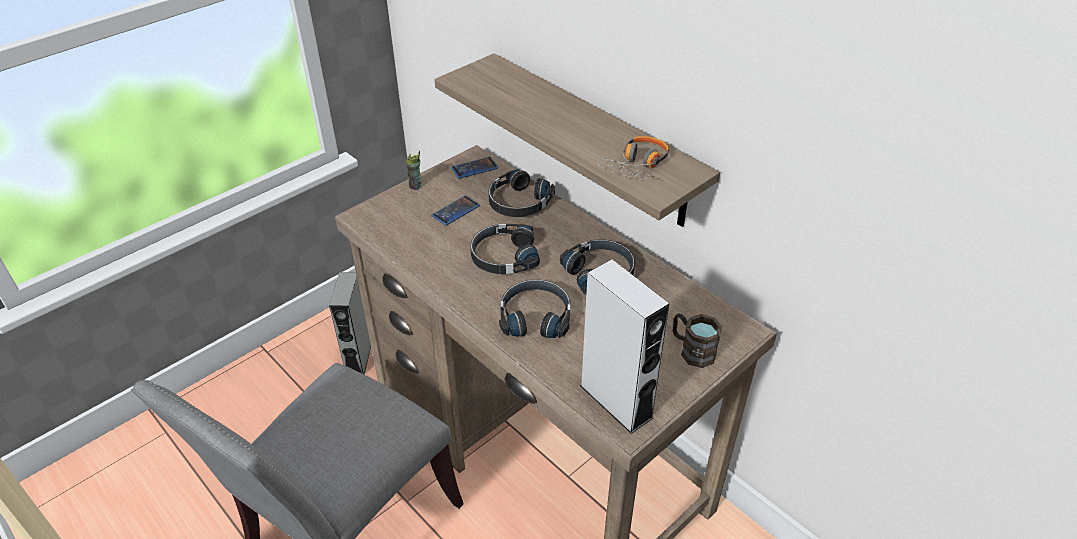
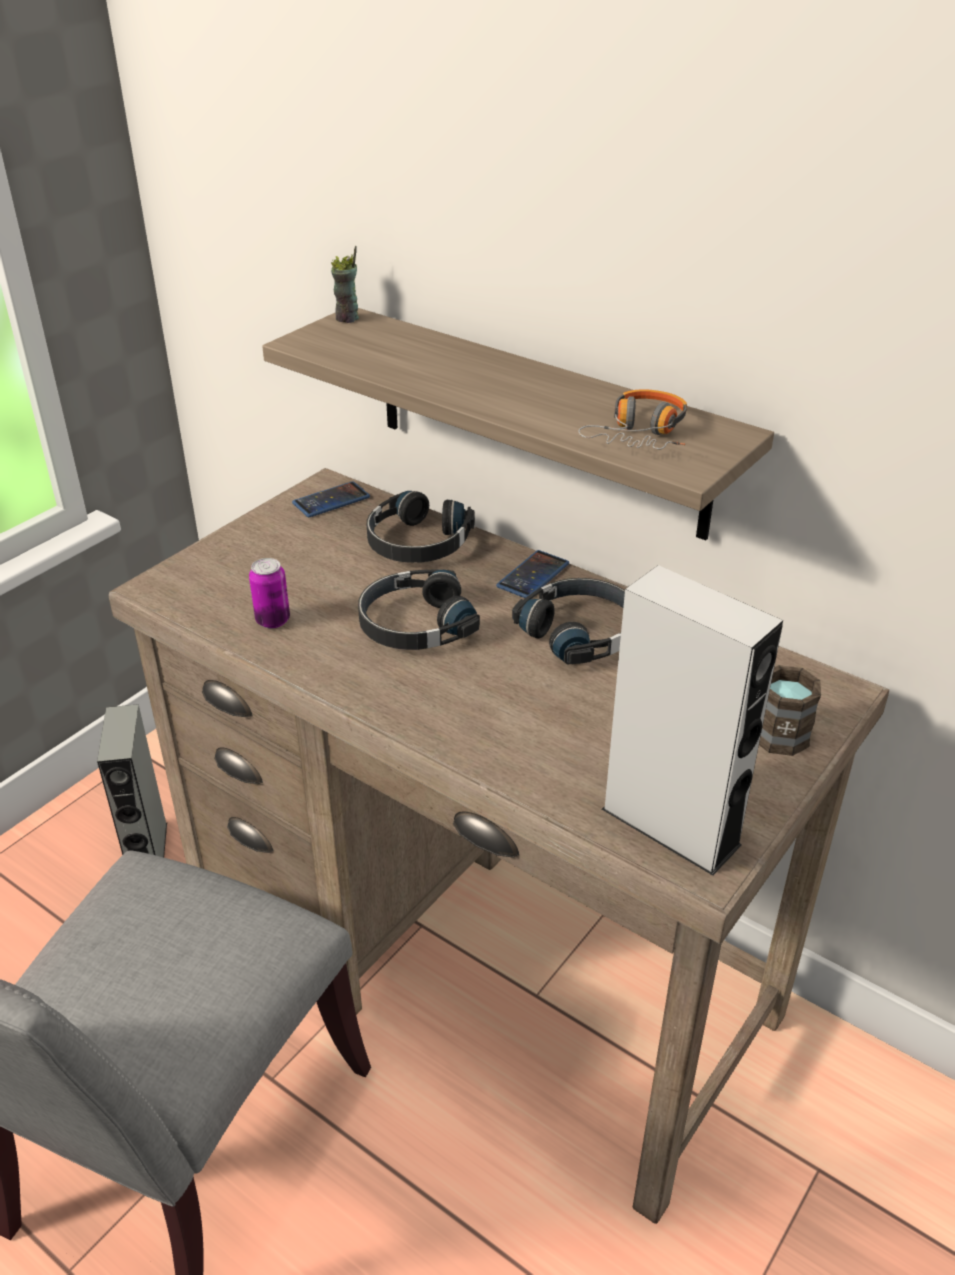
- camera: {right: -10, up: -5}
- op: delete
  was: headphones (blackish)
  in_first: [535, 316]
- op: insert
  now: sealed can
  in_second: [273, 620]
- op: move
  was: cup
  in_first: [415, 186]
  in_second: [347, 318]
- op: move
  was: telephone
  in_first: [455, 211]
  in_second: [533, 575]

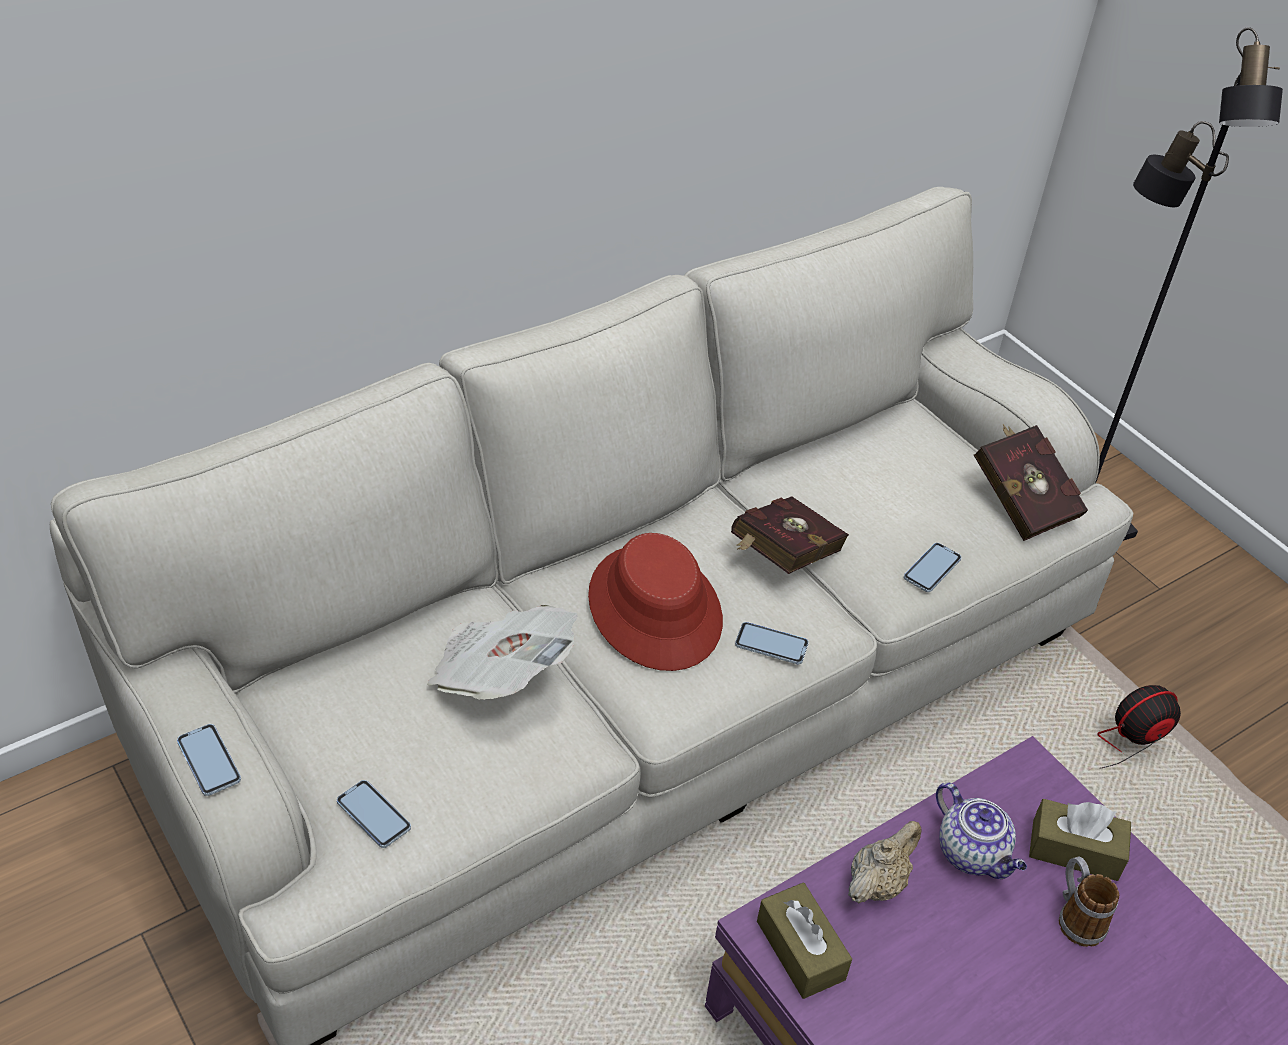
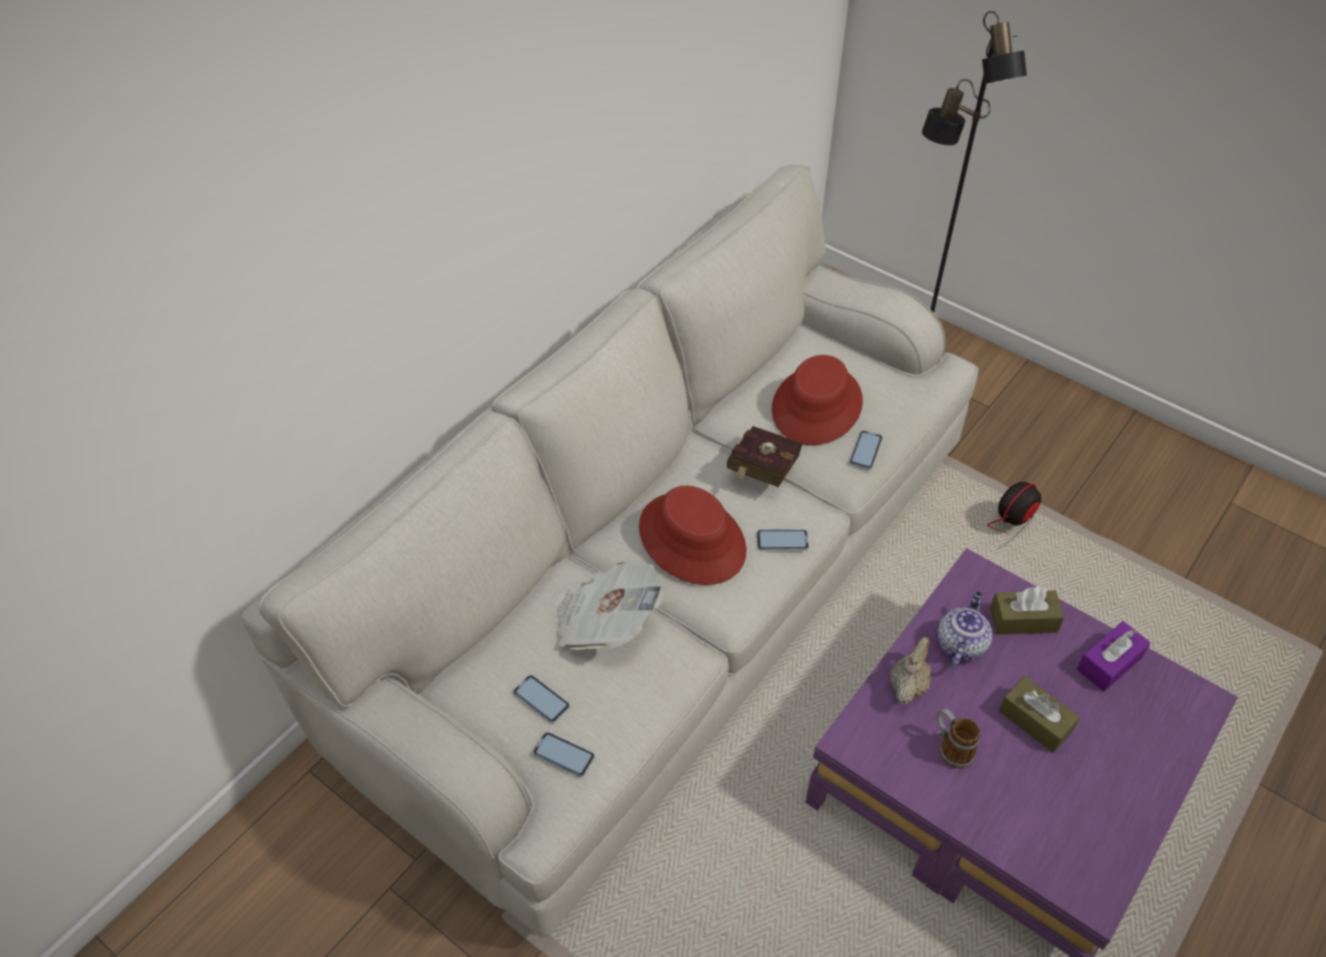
- camera: {right: -15, up: 5}
- op: delete
  was: bound book (reddish)
  in_first: [1021, 499]
- op: insert
  now: wearable hat (reddish)
  in_second: [817, 406]
- op: insert
  now: tissue holder (purplish)
  in_second: [1109, 663]
- op: move
  was: telephone
  in_first: [209, 761]
  in_second: [541, 699]
- op: move
  was: tissue holder (brown)
  in_first: [800, 950]
  in_second: [1035, 721]
- op: move
  was: coffee mug
  in_first: [1076, 917]
  in_second: [951, 748]
- op: rotate
  was: teapot
  in_first: [972, 853]
  in_second: [960, 644]
  clockwise: -105

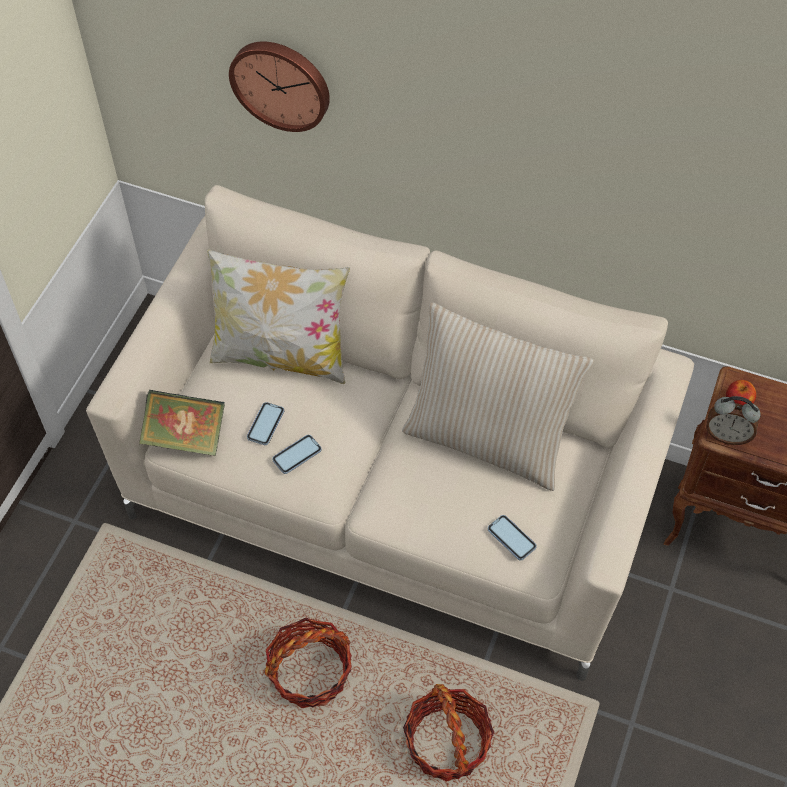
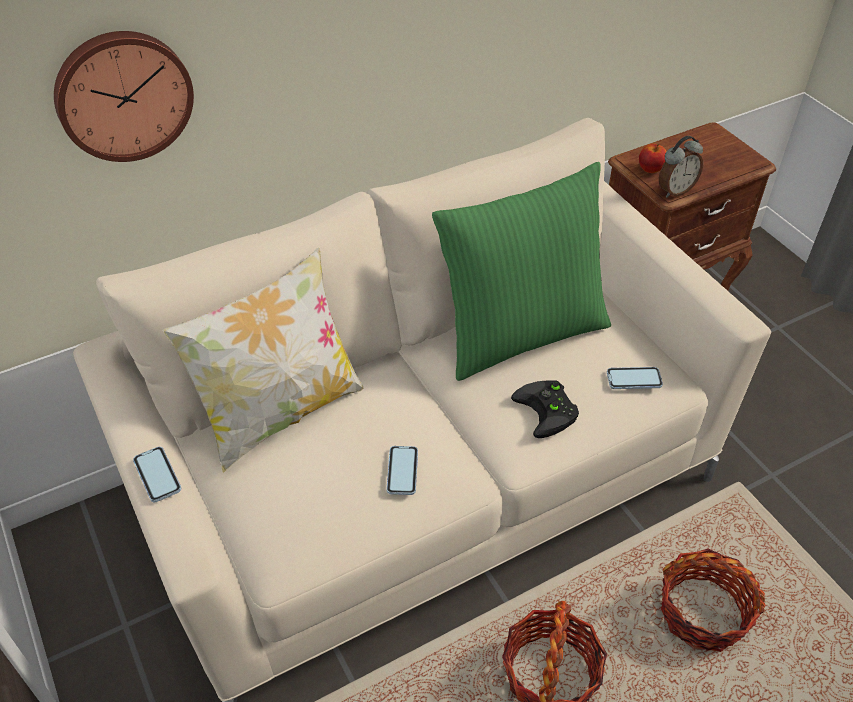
- camera: {right: -50, up: -10}
- op: delete
  was: bound book
  in_first: [185, 437]
- op: insert
  now: gamepad (blackish)
  in_second: [549, 411]
- op: move
  was: telephone
  in_first: [265, 424]
  in_second: [157, 475]
- op: recolor
  was: pillow (beige)
  now: pillow (green-coloured)
  in_first: [488, 439]
  in_second: [520, 333]

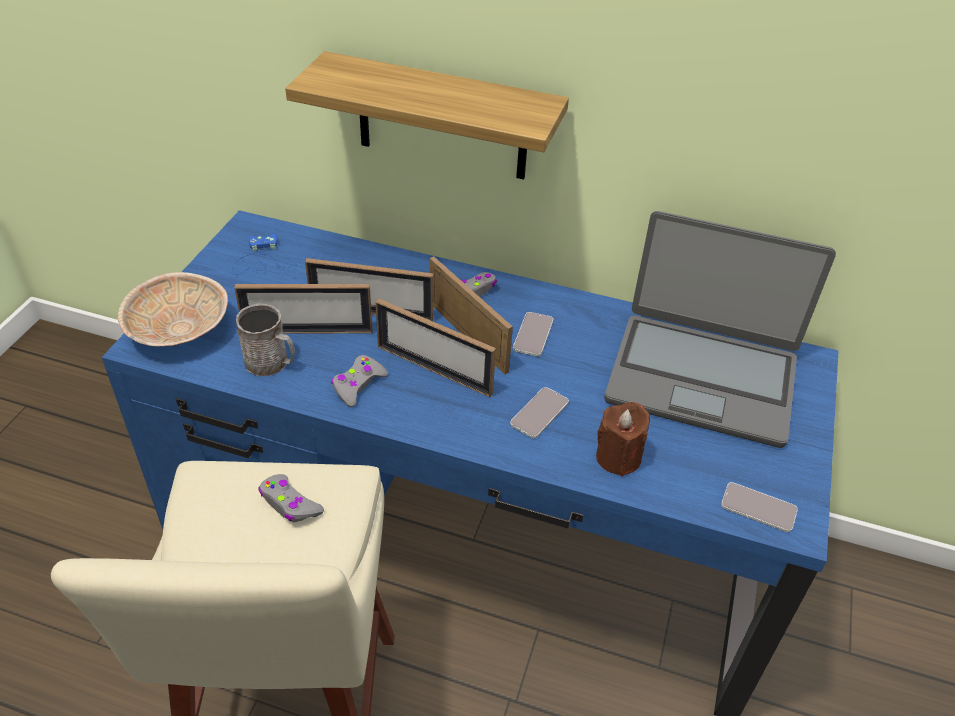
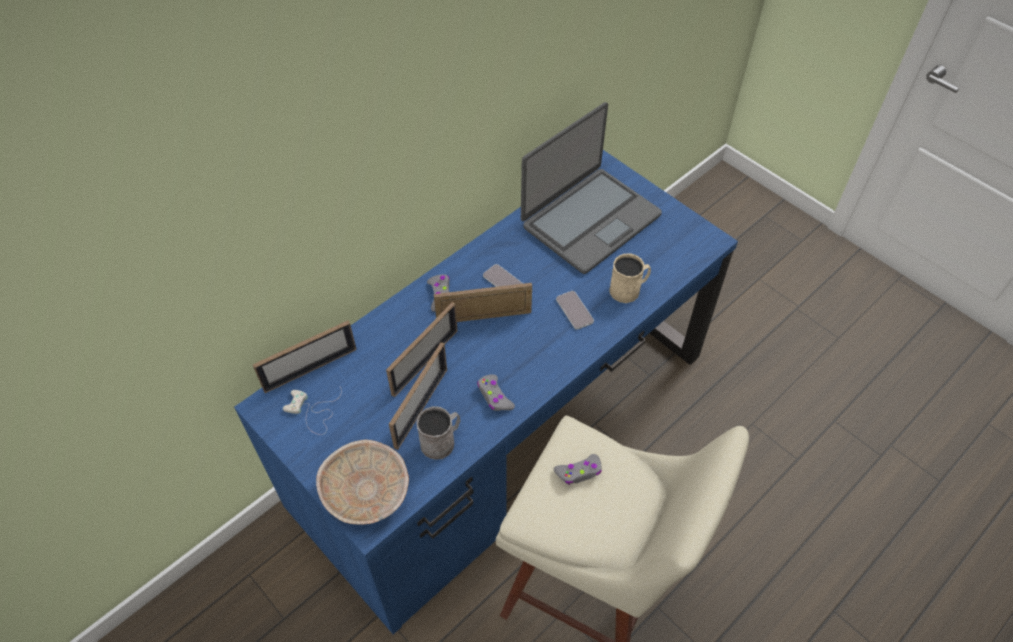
- camera: {right: -60, up: 10}
- op: delete
  was: shelf
  in_first: [442, 118]
- op: delete
  was: telephone
  in_first: [758, 508]
- op: move
  was: standing frame
  in_first: [434, 370]
  in_second: [310, 369]
- op: replace
  was: wax light (brown)
  now: coffee mug (beige)
  in_first: [618, 457]
  in_second: [628, 290]
- op: recolor
  was: gamepad (blue-coloured)
  now: gamepad (white)
  in_first: [260, 259]
  in_second: [313, 411]

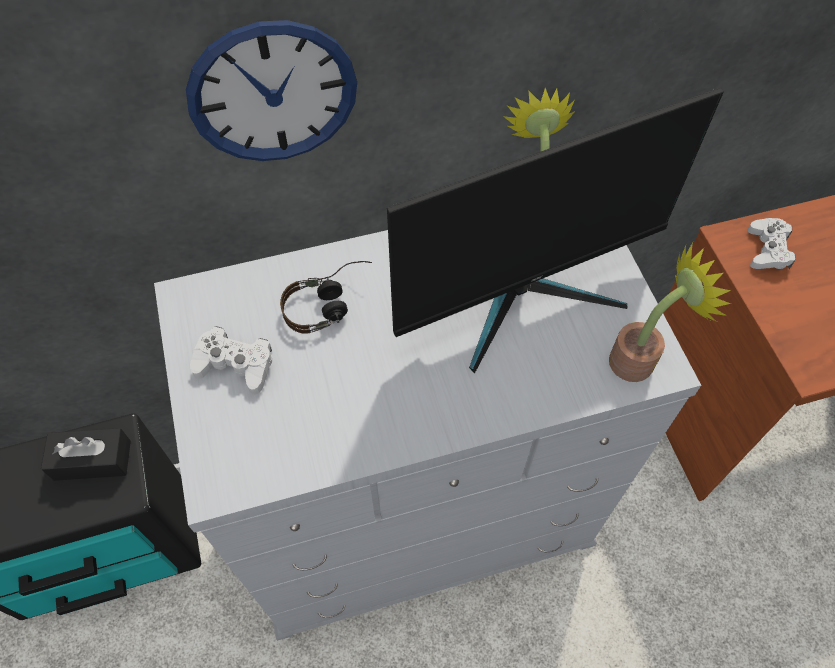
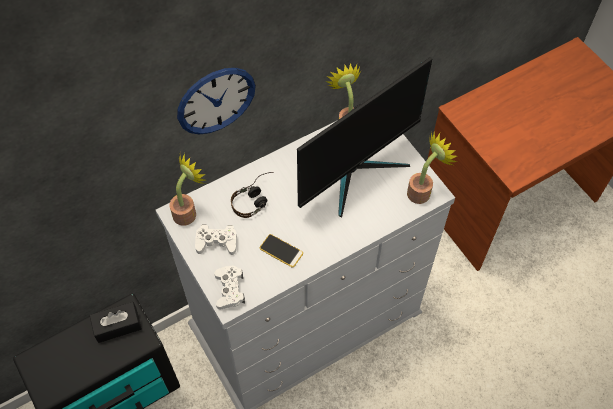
- camera: {right: -15, up: 0}
- op: insert
  now: houseplant
  in_second: [188, 211]
- op: insert
  now: telephone
  in_second: [281, 251]
- op: move
  was: gamepad (white)
  in_first: [767, 249]
  in_second: [229, 290]

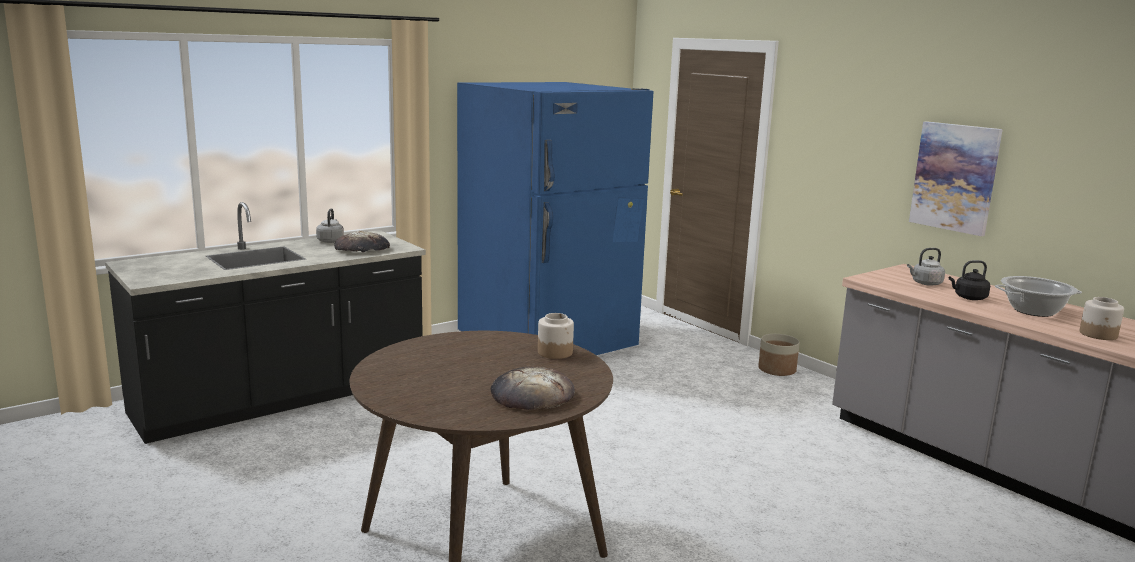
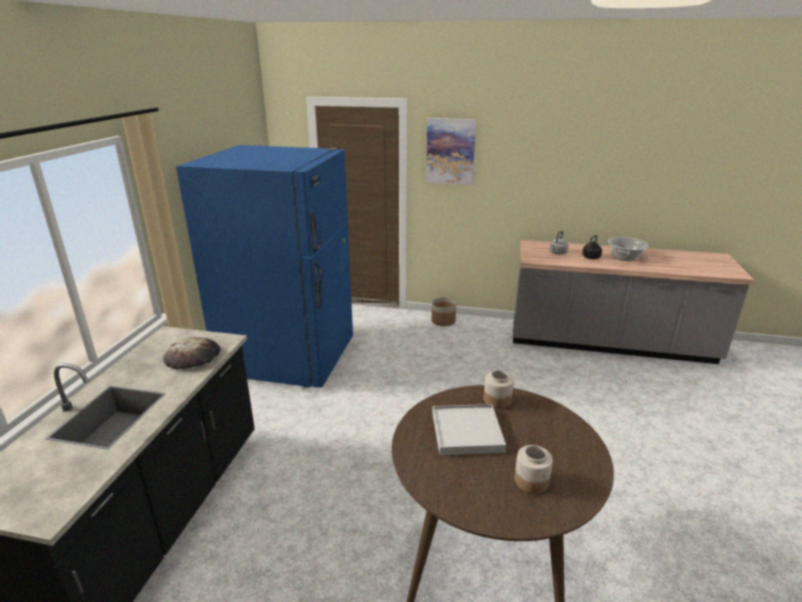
- camera: {right: -40, up: 10}
- op: delete
  was: tea kettle (grey)
  in_first: [330, 241]
- op: delete
  was: bakery bread
  in_first: [532, 395]
- op: insert
  now: carrying tray (white)
  in_second: [466, 432]
- op: move
  was: picture
  in_first: [955, 177]
  in_second: [450, 151]
- op: move
  was: jar
  in_first: [1098, 335]
  in_second: [532, 481]

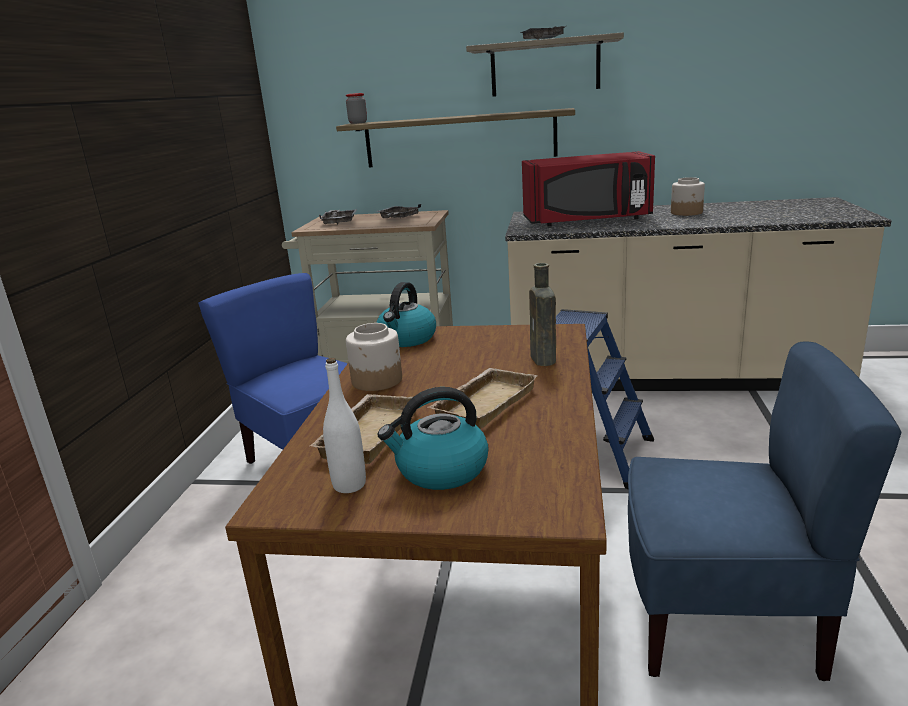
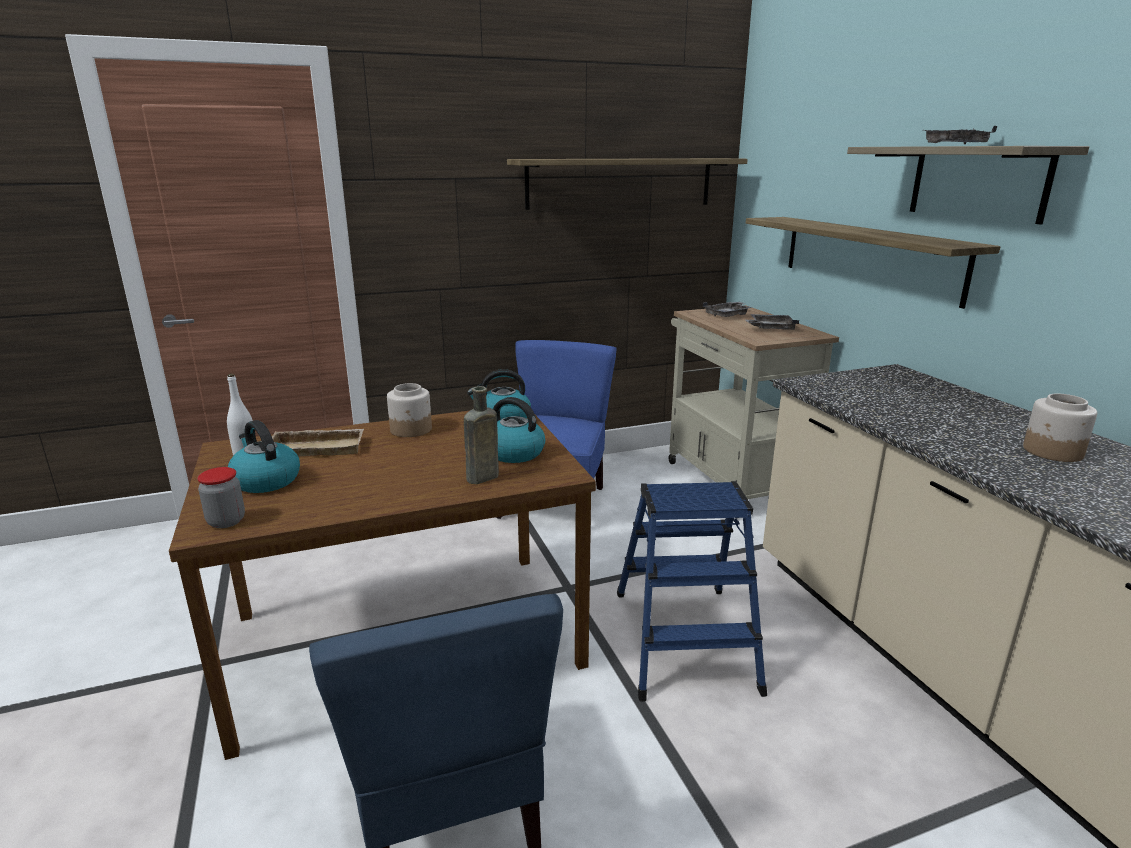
- camera: {right: 60, up: 0}
- op: delete
  was: carrying tray (beige)
  in_first: [483, 403]
- op: delete
  was: kitchen microwave (reddish)
  in_first: [588, 220]
- op: insert
  now: tea kettle
  in_second: [513, 453]
- op: insert
  now: shelf
  in_second: [620, 183]
- op: move
  was: jar
  in_first: [358, 123]
  in_second: [226, 521]

